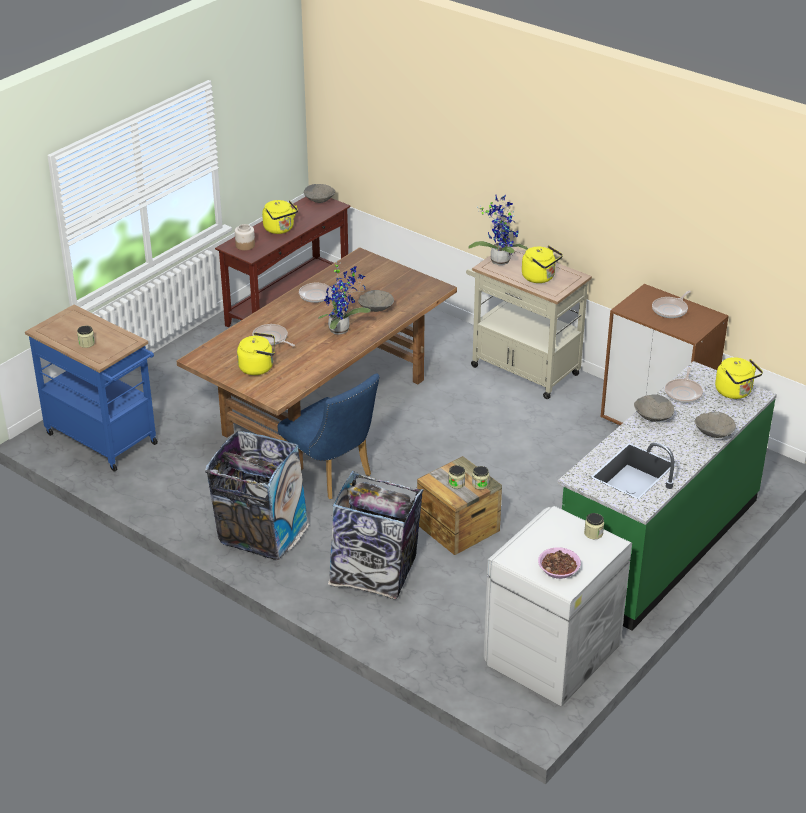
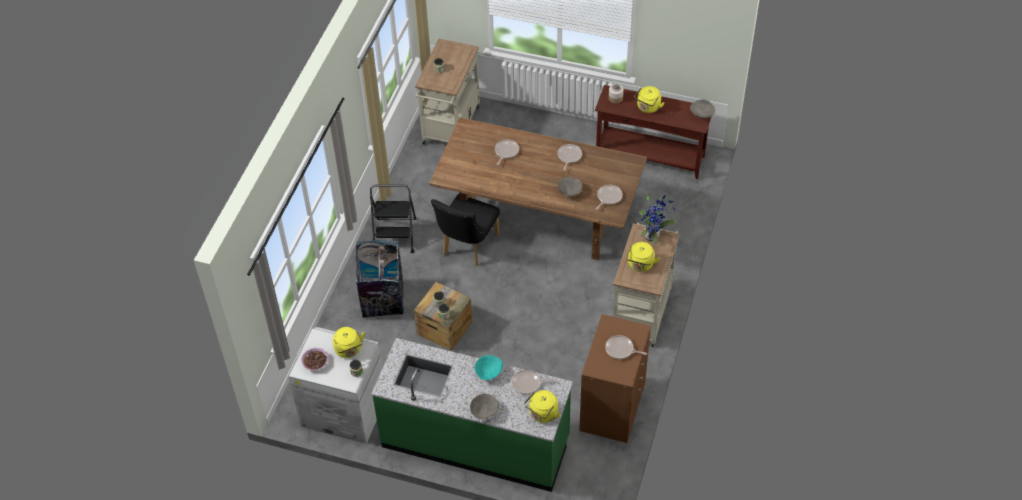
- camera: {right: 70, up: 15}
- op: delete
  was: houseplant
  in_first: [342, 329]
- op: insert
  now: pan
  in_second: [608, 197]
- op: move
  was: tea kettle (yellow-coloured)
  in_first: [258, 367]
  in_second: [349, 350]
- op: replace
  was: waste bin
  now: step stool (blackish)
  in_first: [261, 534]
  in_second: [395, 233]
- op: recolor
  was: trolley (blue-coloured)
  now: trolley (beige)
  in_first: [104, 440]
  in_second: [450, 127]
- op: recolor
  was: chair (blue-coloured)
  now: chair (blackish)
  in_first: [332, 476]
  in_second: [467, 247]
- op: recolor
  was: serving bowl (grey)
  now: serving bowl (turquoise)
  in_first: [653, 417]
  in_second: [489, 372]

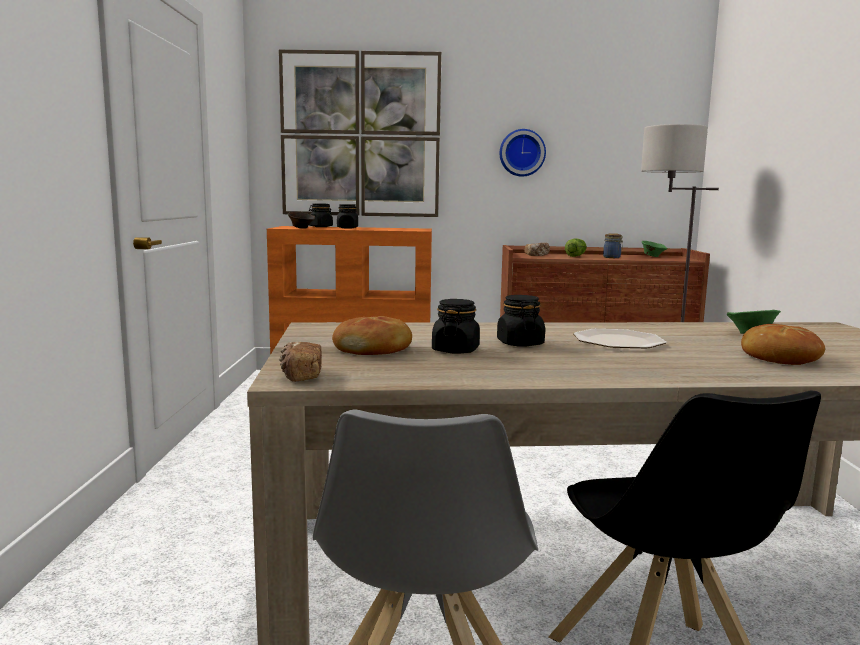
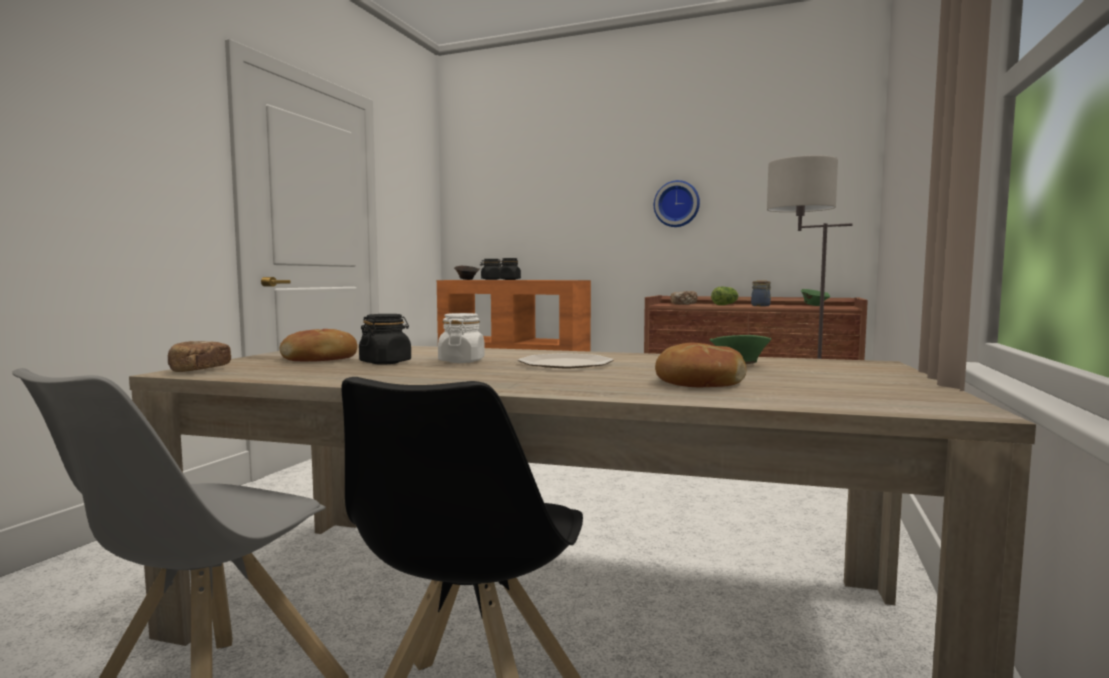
- camera: {right: 20, up: -5}
- op: delete
  was: picture
  in_first: [360, 135]
- op: recolor
  was: jar (blackish)
  now: jar (white)
  in_first: [519, 343]
  in_second: [461, 361]

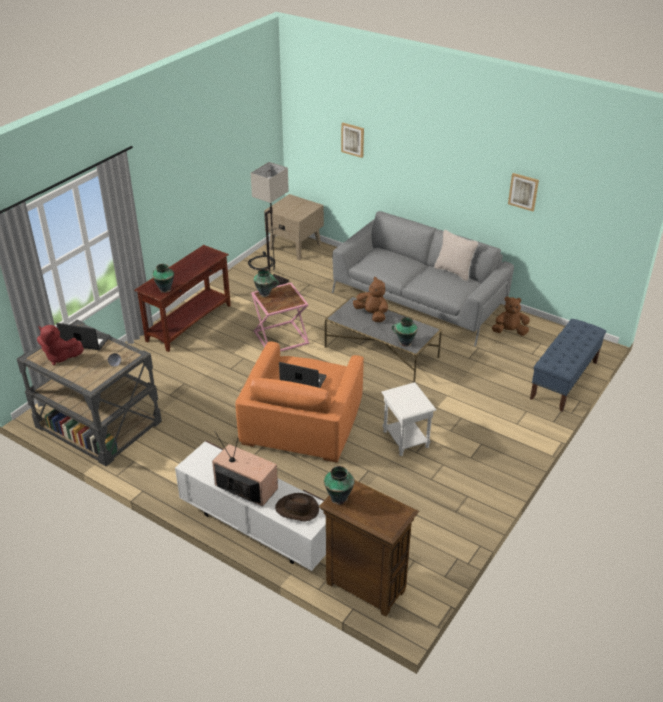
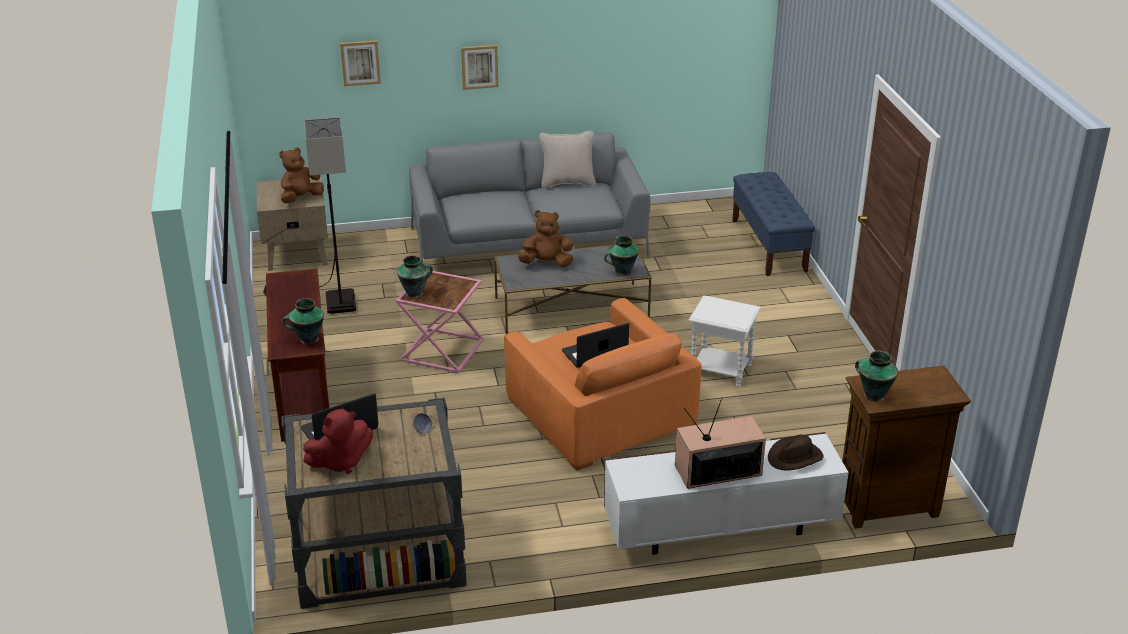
- camera: {right: -45, up: -5}
- op: move
  was: plush toy (brown)
  in_first: [509, 332]
  in_second: [301, 198]
- op: move
  was: picture
  in_first: [523, 191]
  in_second: [479, 66]

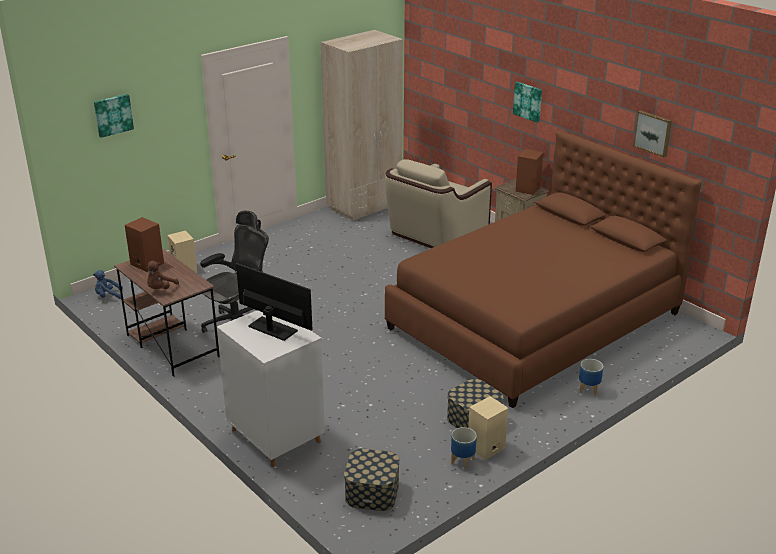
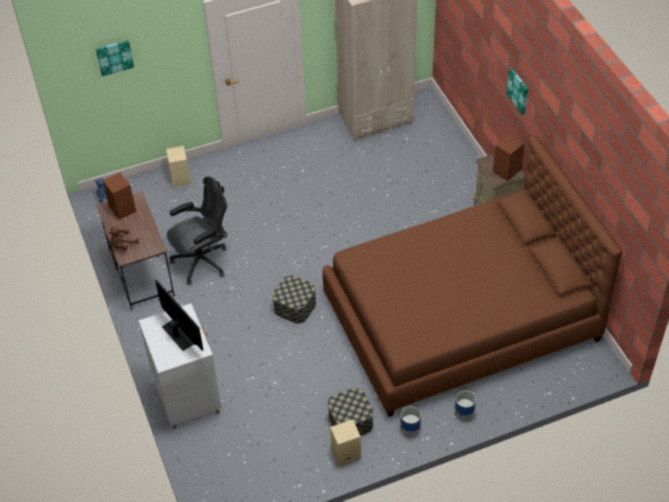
- camera: {right: 20, up: 20}
- op: delete
  was: lounge chair (beige)
  in_first: [435, 233]
- op: delete
  was: picture
  in_first: [653, 133]
- op: move
  was: storage bin
  in_first: [372, 492]
  in_second: [295, 306]
- op: move
  was: flower pot
  in_first: [463, 461]
  in_second: [410, 429]

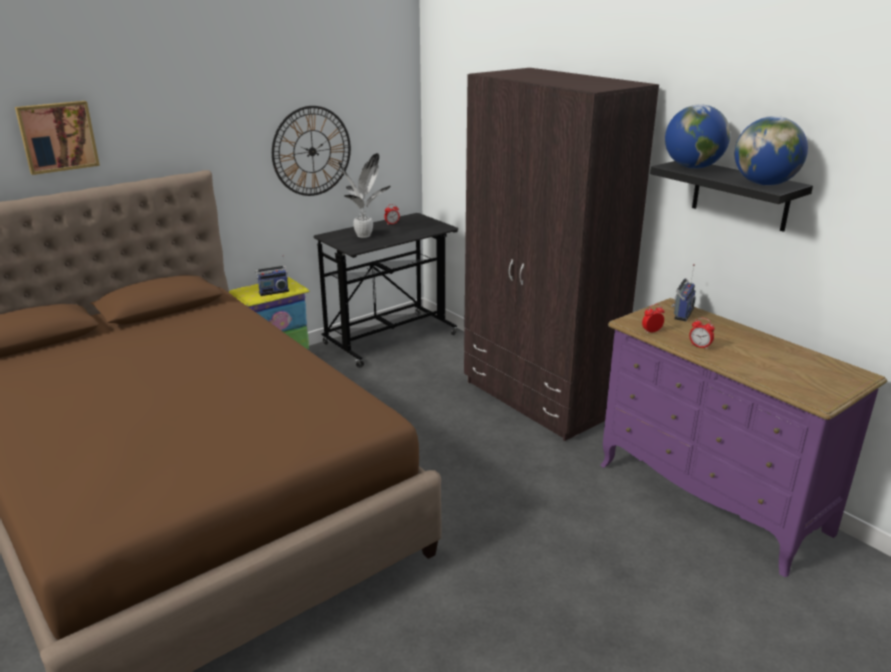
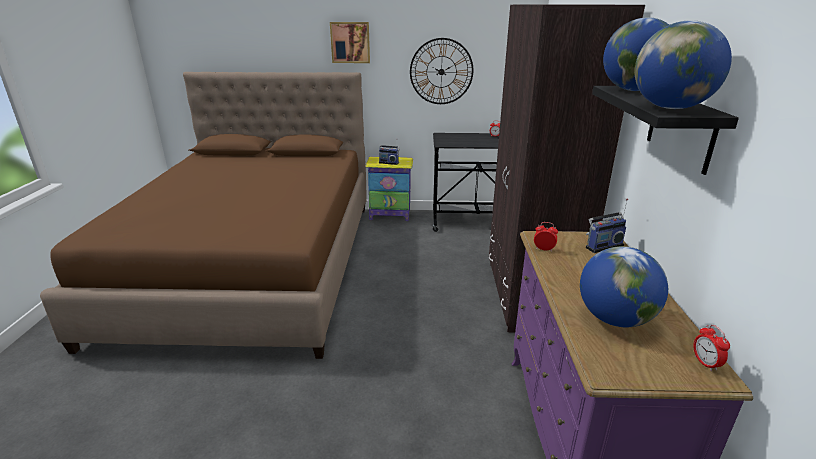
- camera: {right: 40, up: 0}
- op: delete
  was: houseplant
  in_first: [364, 236]
- op: insert
  now: world globe
  in_second: [614, 319]
- op: move
  was: picture
  in_first: [57, 136]
  in_second: [350, 42]
- op: move
  was: alarm clock
  in_first: [700, 346]
  in_second: [705, 363]

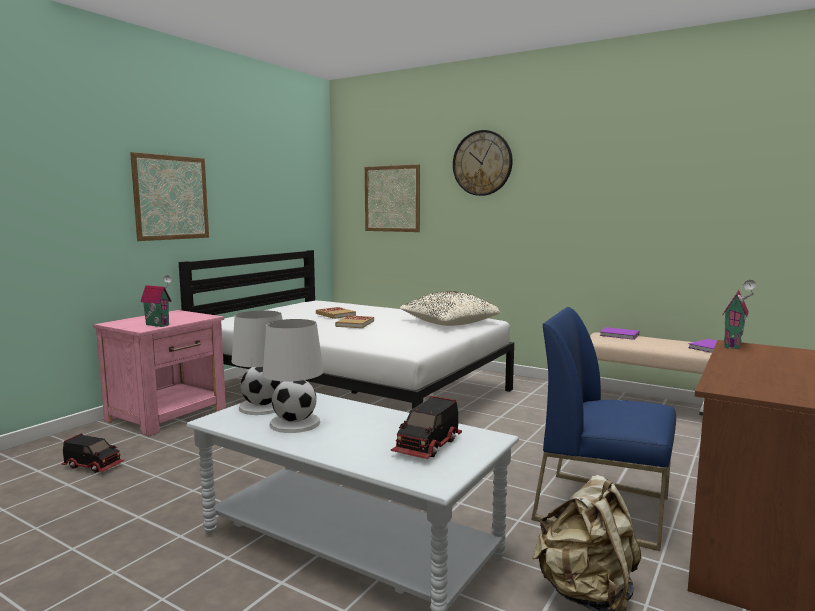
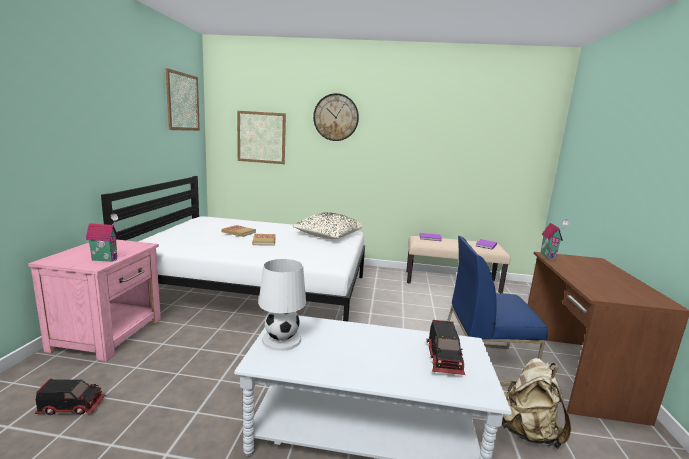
- camera: {right: -25, up: 5}
- op: delete
  was: lamp for a table (white)
  in_first: [295, 423]
- op: move
  was: picture
  in_first: [171, 196]
  in_second: [183, 101]

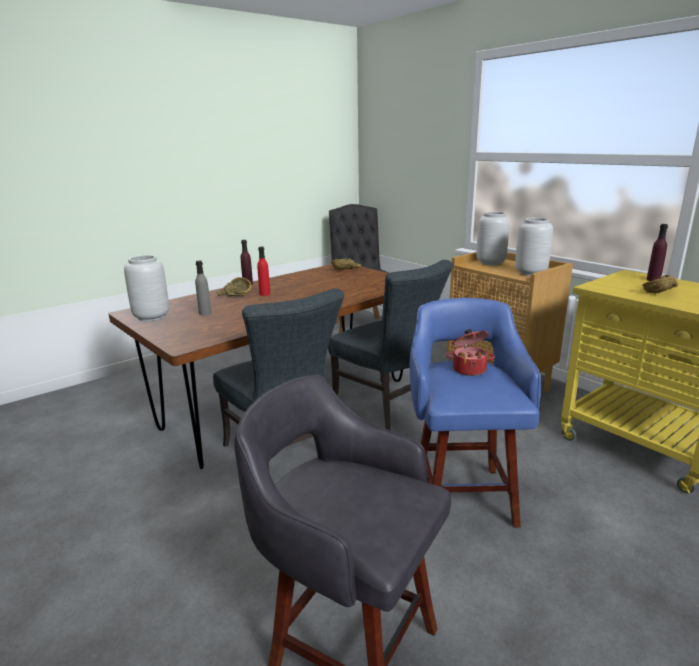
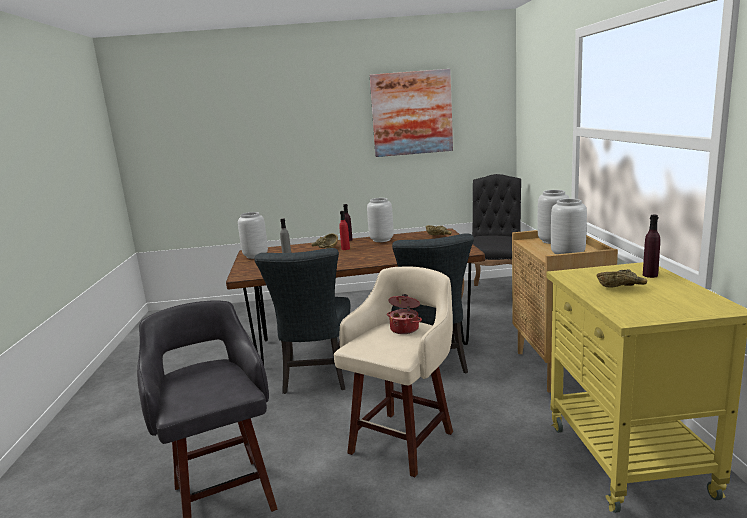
- camera: {right: 35, up: -5}
- op: insert
  now: vase (grey)
  in_second: [381, 240]
- op: insert
  now: picture
  in_second: [411, 113]
- op: recolor
  was: sitting stool (blue-coloured)
  now: sitting stool (beige)
  in_first: [462, 493]
  in_second: [404, 440]

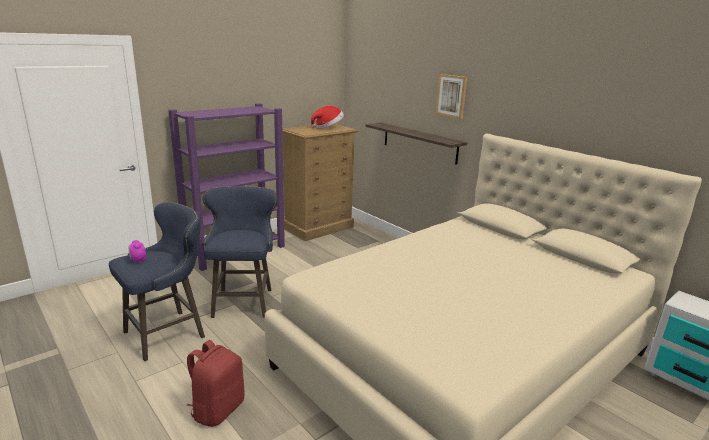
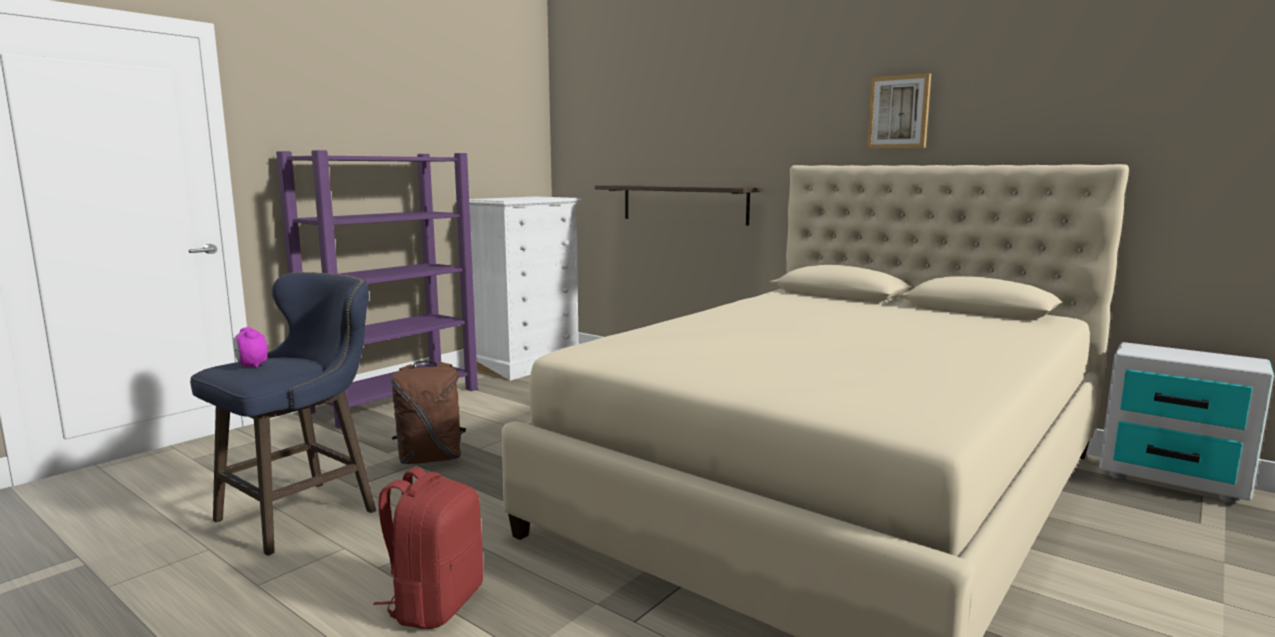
- camera: {right: -10, up: -10}
- op: delete
  was: wearable hat
  in_first: [328, 127]
- op: move
  was: picture
  in_first: [451, 96]
  in_second: [899, 112]
- op: replace
  was: sitting stool (blue-coloured)
  now: knapsack (brown)
  in_first: [243, 301]
  in_second: [431, 458]
- op: recolor
  was: drawer chest (brown)
  now: drawer chest (white)
  in_first: [319, 227]
  in_second: [527, 363]

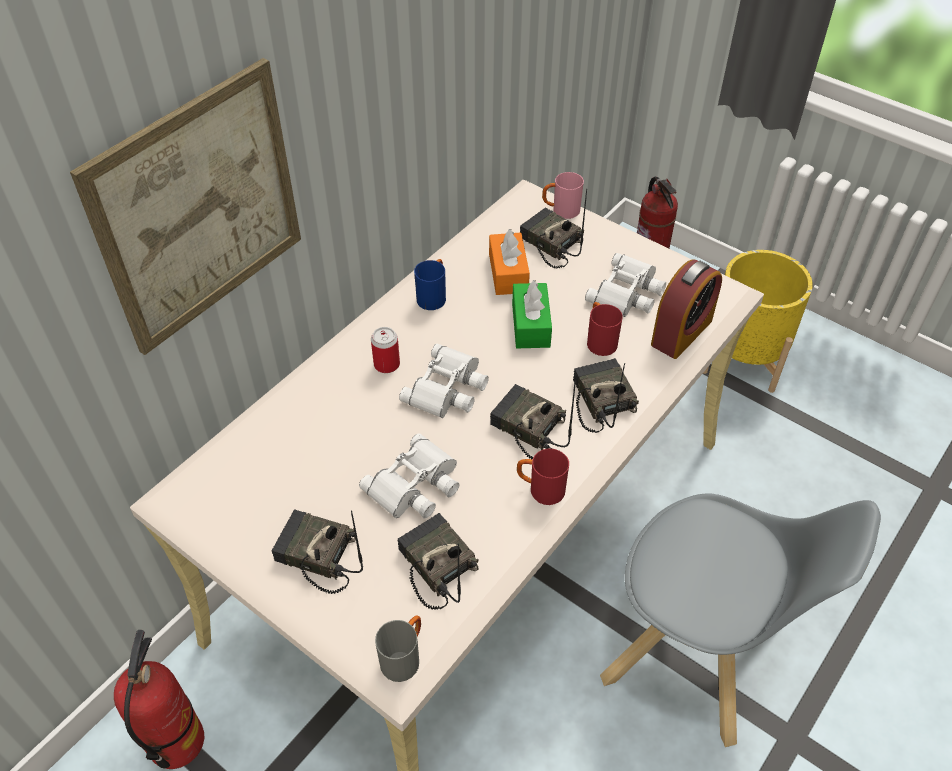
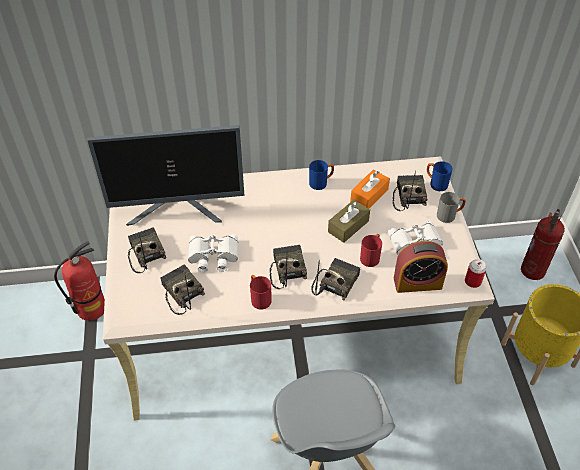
- camera: {right: 45, up: 0}
- op: delete
  was: picture
  in_first: [199, 208]
- op: delete
  was: field glasses (white)
  in_first: [448, 388]
- op: insert
  now: monitor
  in_second: [178, 209]
- op: move
  was: sealed can
  in_first: [387, 364]
  in_second: [473, 281]
- op: move
  was: coffee mug (grey)
  in_first: [404, 657]
  in_second: [449, 215]
- op: recolor
  was: tissue holder (green-coloured)
  now: tissue holder (brown)
  in_first: [530, 325]
  in_second: [348, 226]
- op: recolor
  was: coffee mug (pink-coloured)
  now: coffee mug (blue-coloured)
  in_first: [560, 211]
  in_second: [435, 183]
- op: rotate
  was: radio set
  in_first: [435, 566]
  in_second: [181, 292]
  clockwise: -45

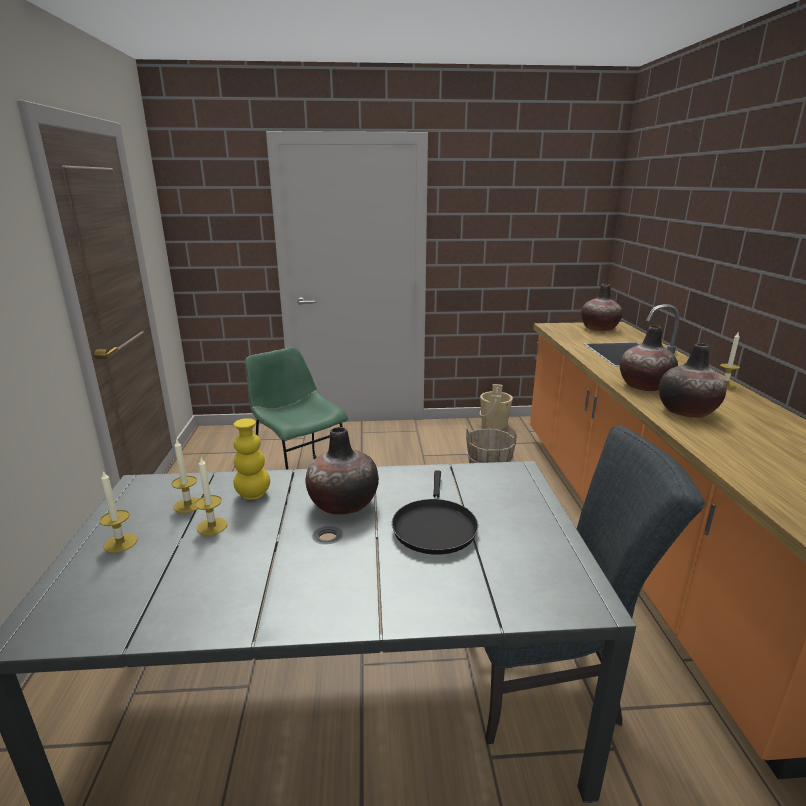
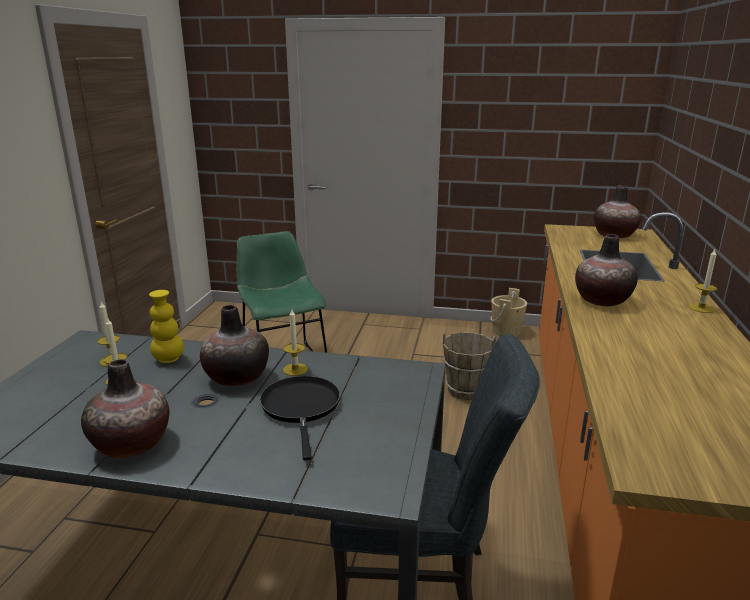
- camera: {right: 15, up: 0}
- op: move
  was: wax light
  in_first: [120, 543]
  in_second: [295, 369]
- op: move
  was: vase
  in_first: [687, 411]
  in_second: [131, 444]
- op: rotate
  was: pan (blackish)
  in_first: [434, 526]
  in_second: [301, 408]
  clockwise: 150

